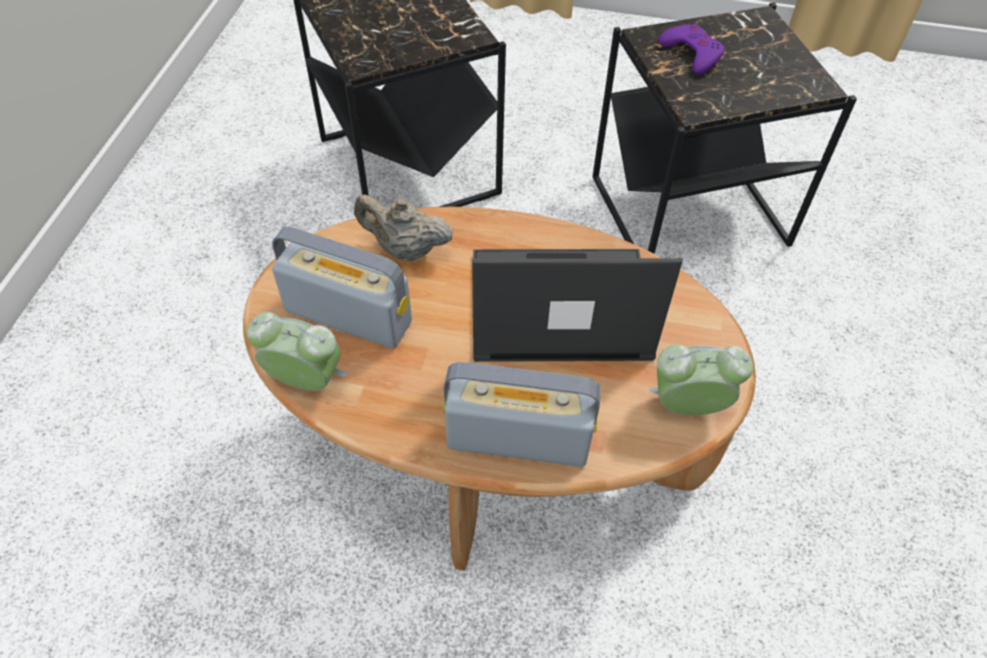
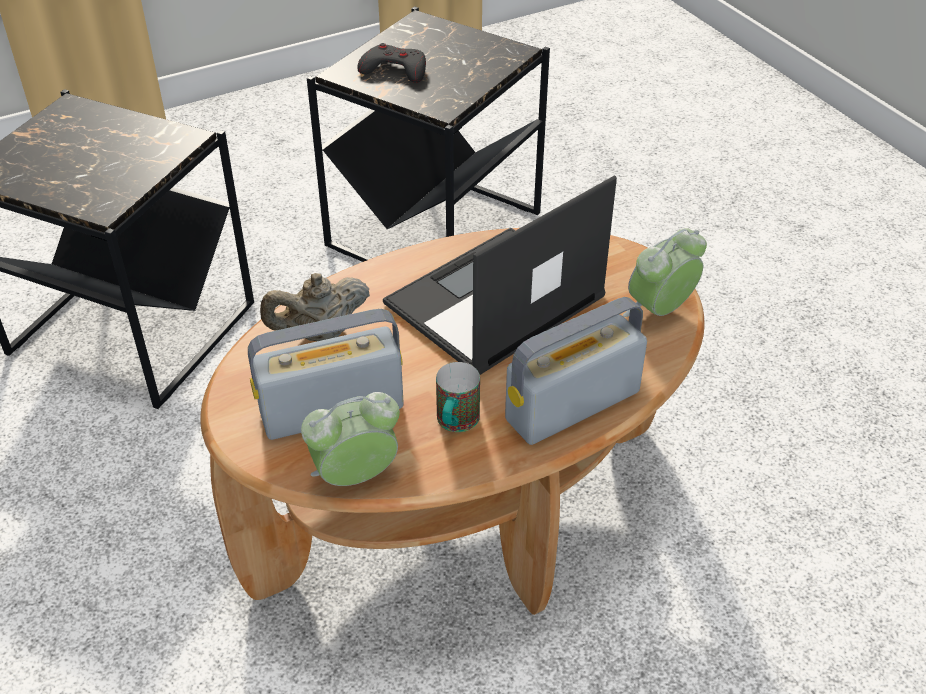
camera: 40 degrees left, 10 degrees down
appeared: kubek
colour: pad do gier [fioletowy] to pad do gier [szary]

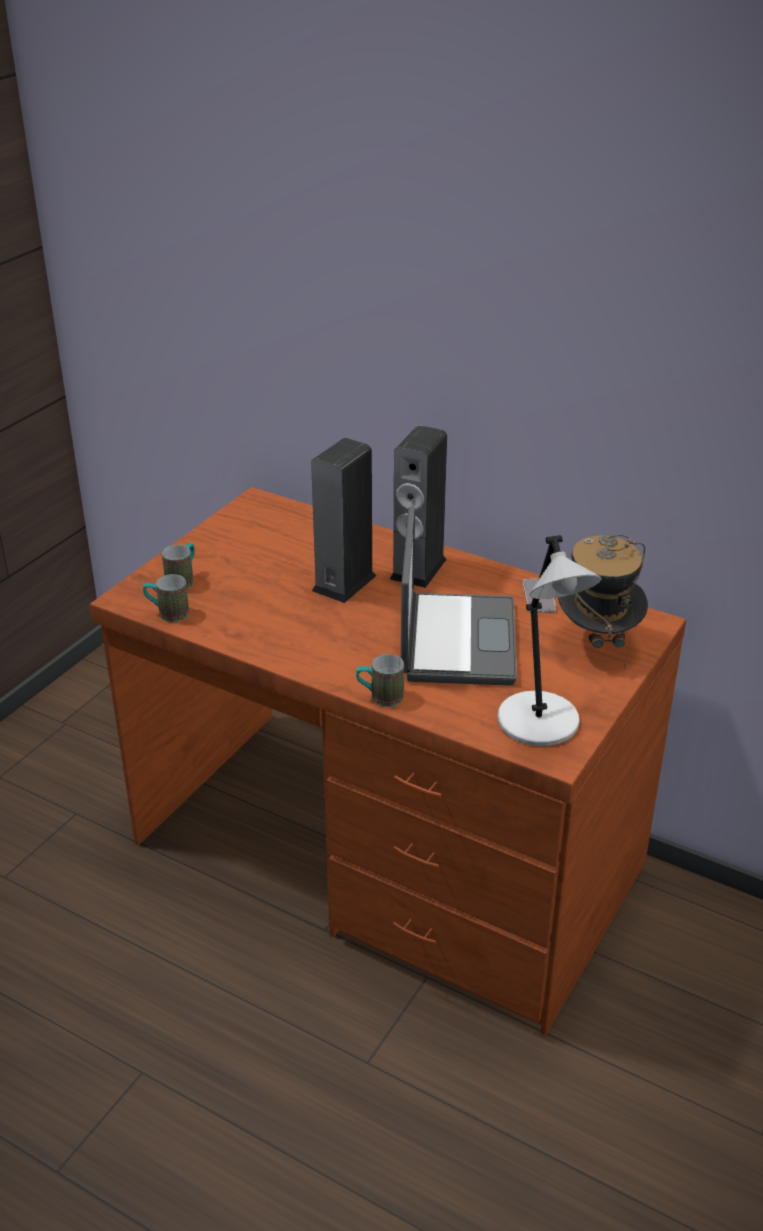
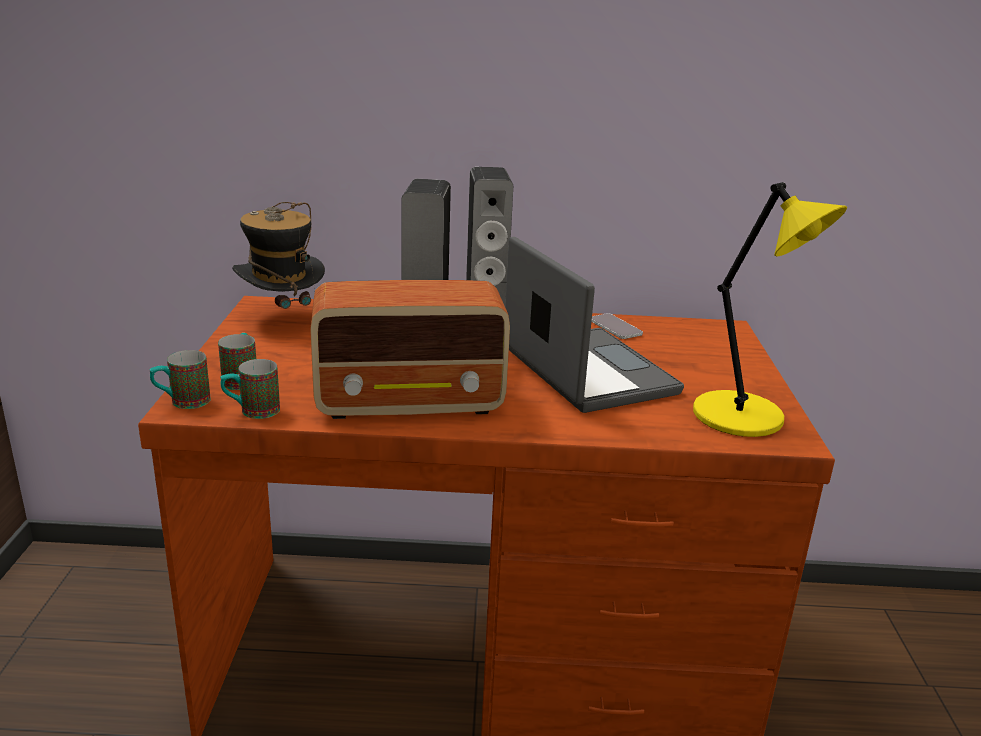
camera: 30 degrees left, 10 degrees down
appeared: radio
relocated: kubek (no. 3 from left in the first image) to kubek (no. 1 from left); kapelusz
colour: lampa stołowa [szary] to lampa stołowa [żółty]

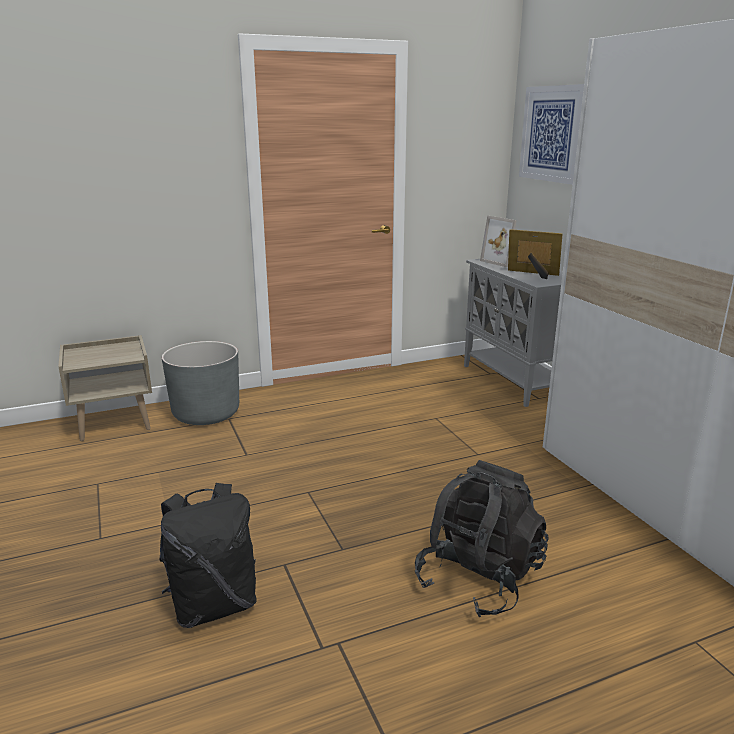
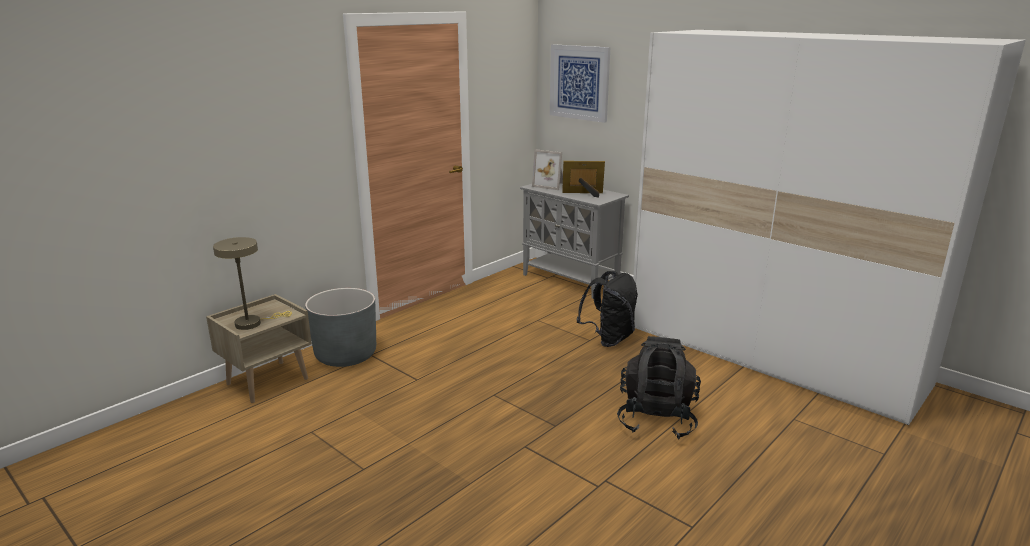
camera: 25 degrees left, 0 degrees up
appeared: lampa stołowa [beżowy]
relocated: plecak [czarny] (no. 1 from left)

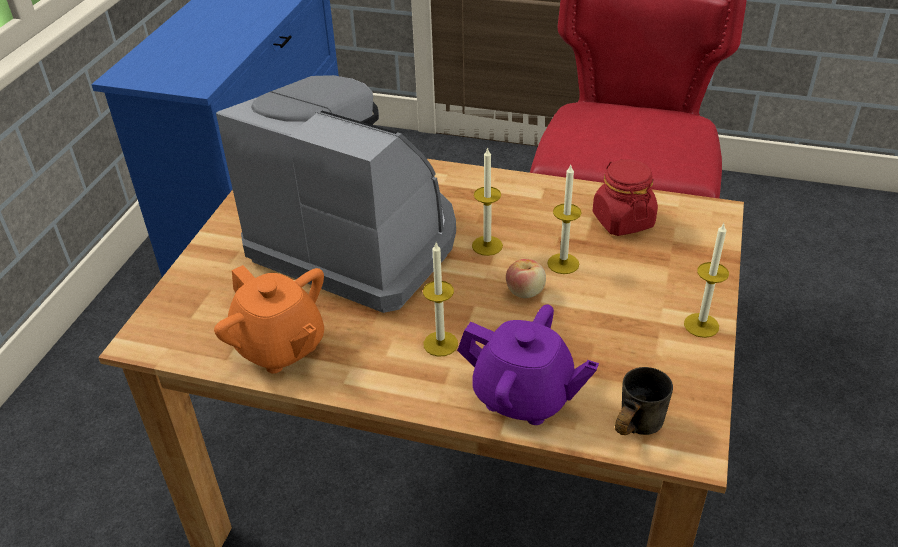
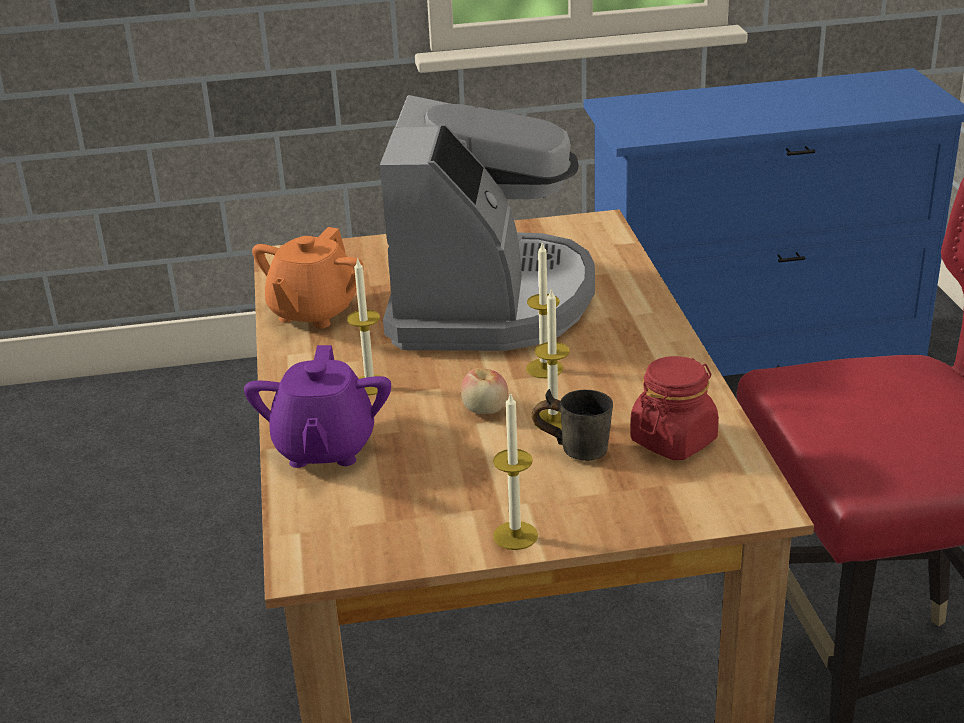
camera: 65 degrees right, 10 degrees down
relocated: kubek [szary]

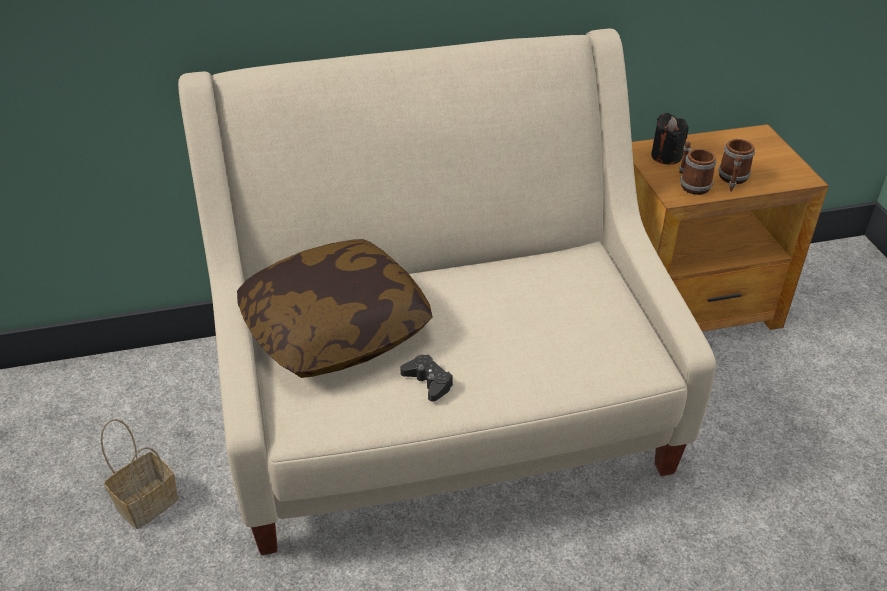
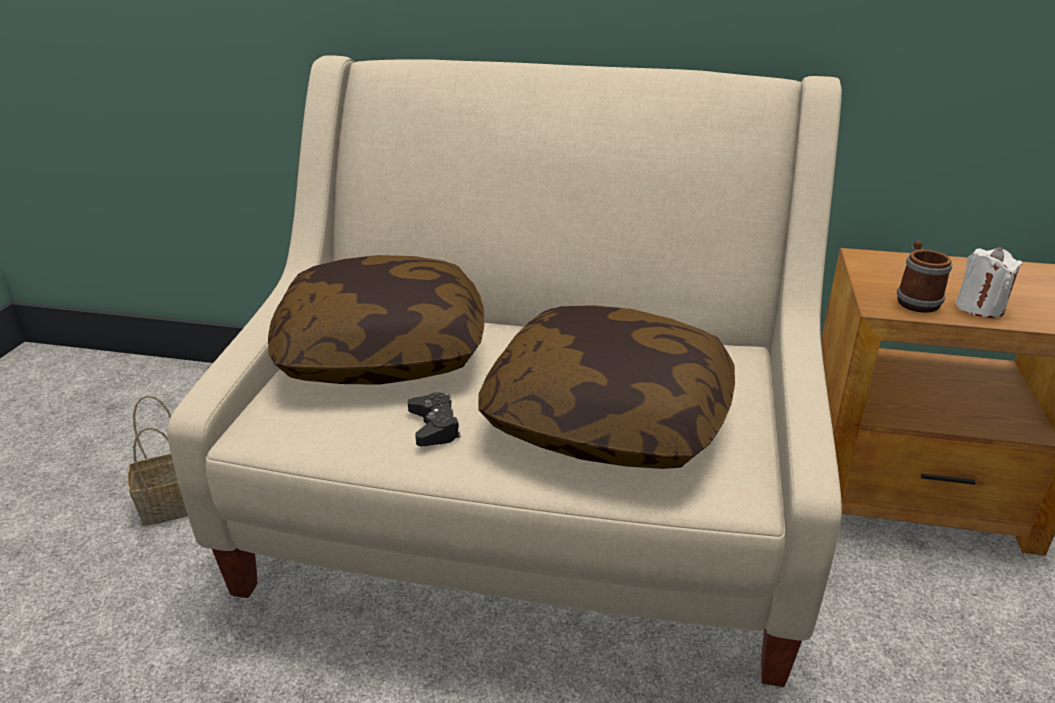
camera: 25 degrees right, 10 degrees down
missing: świeca [czarny]
appeared: poduszka (no. 2 from left)
exchanged: kubek (no. 2 from left) to świeca [biały]

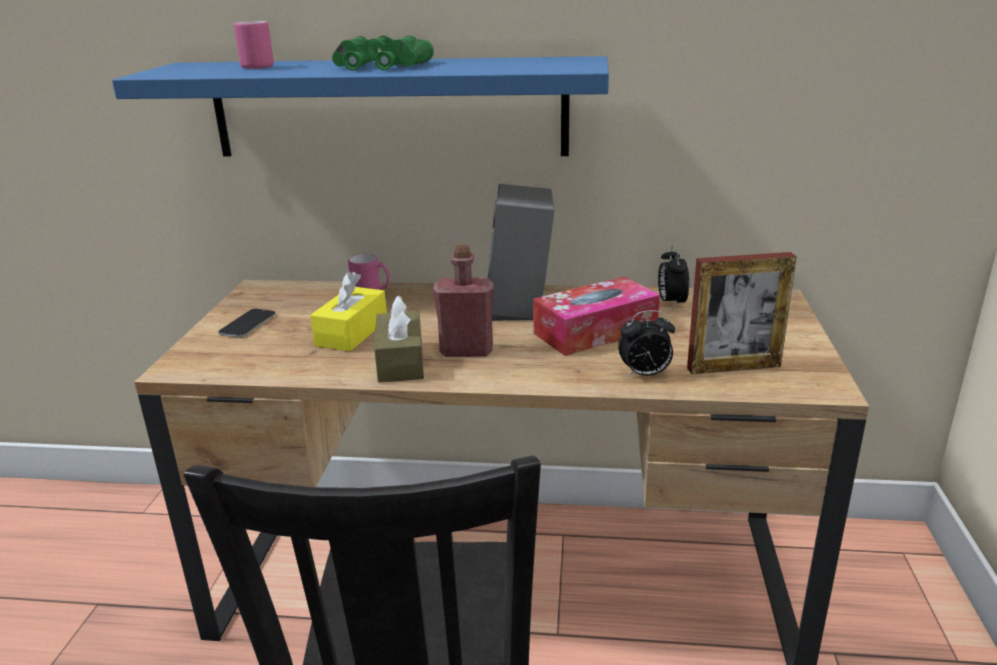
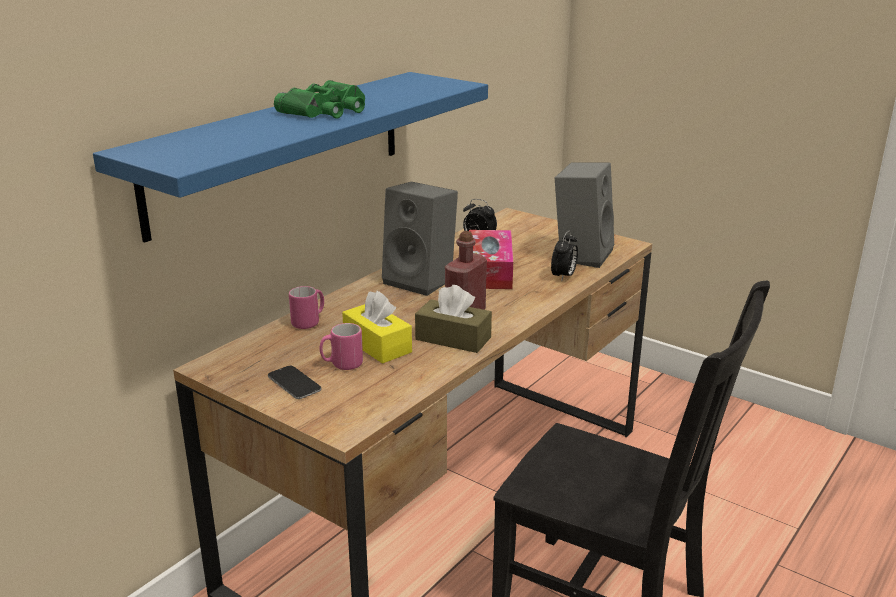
camera: 60 degrees left, 0 degrees up
relocated: kubek [różowy] (no. 1 from left in the first image) to kubek [różowy] (no. 2 from left)
exchanged: ramka na zdjęcie to głośnik [szary] (no. 2 from left)

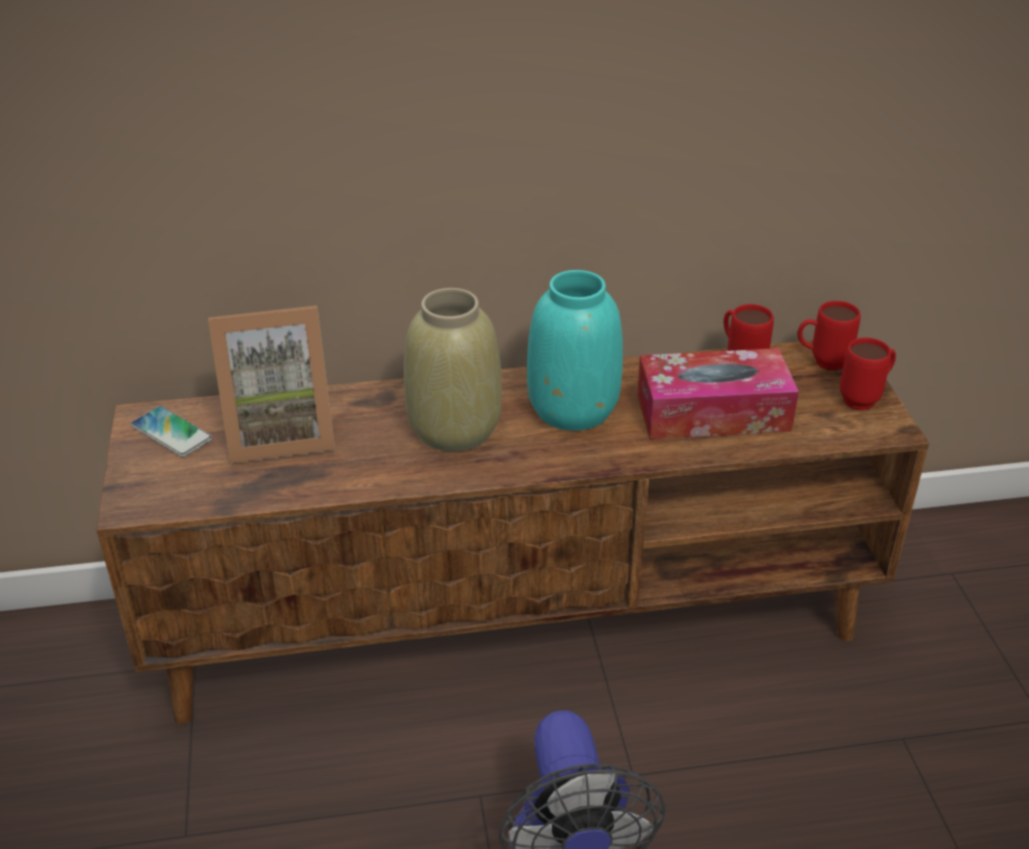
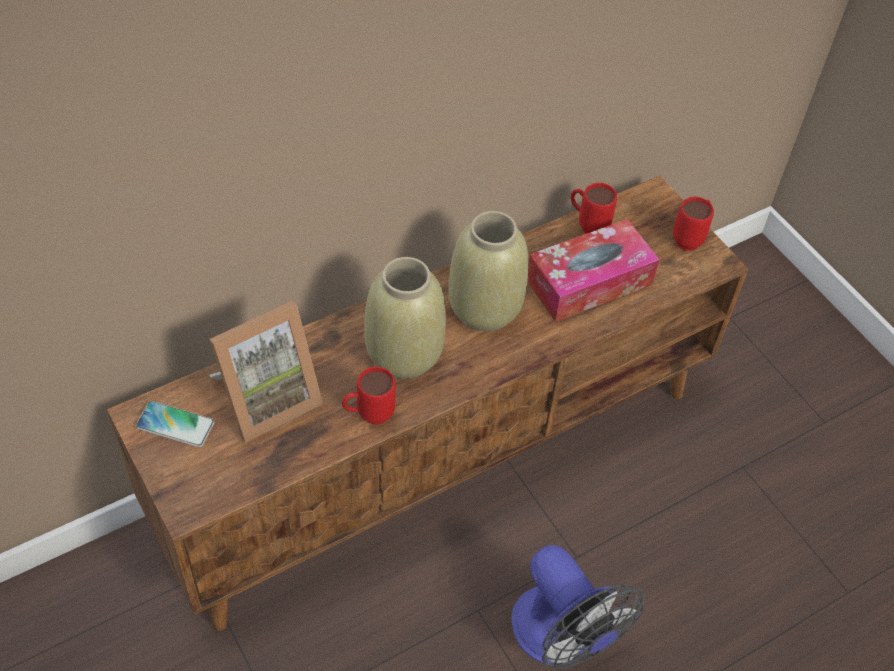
camera: 25 degrees left, 15 degrees up
relocated: kubek [czerwony] (no. 2 from left in the first image) to kubek [czerwony] (no. 1 from left)
colour: wazon [turkusowy] to wazon [beżowy] (no. 2 from left)

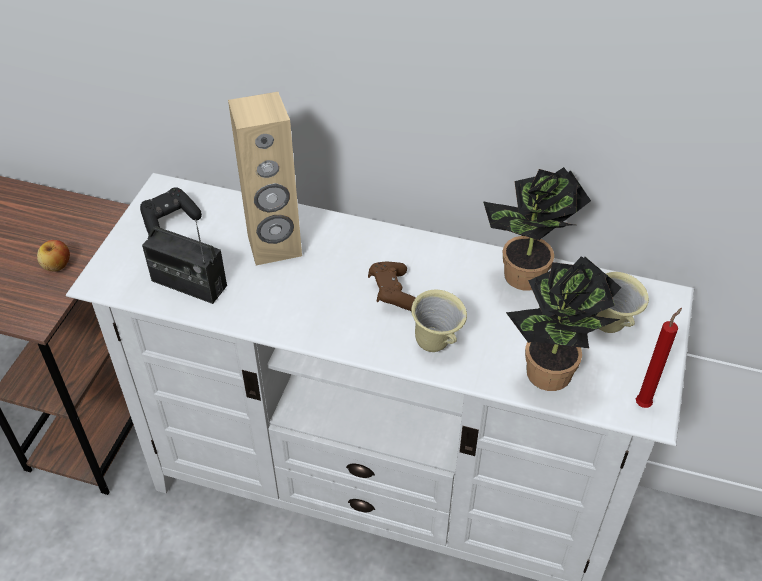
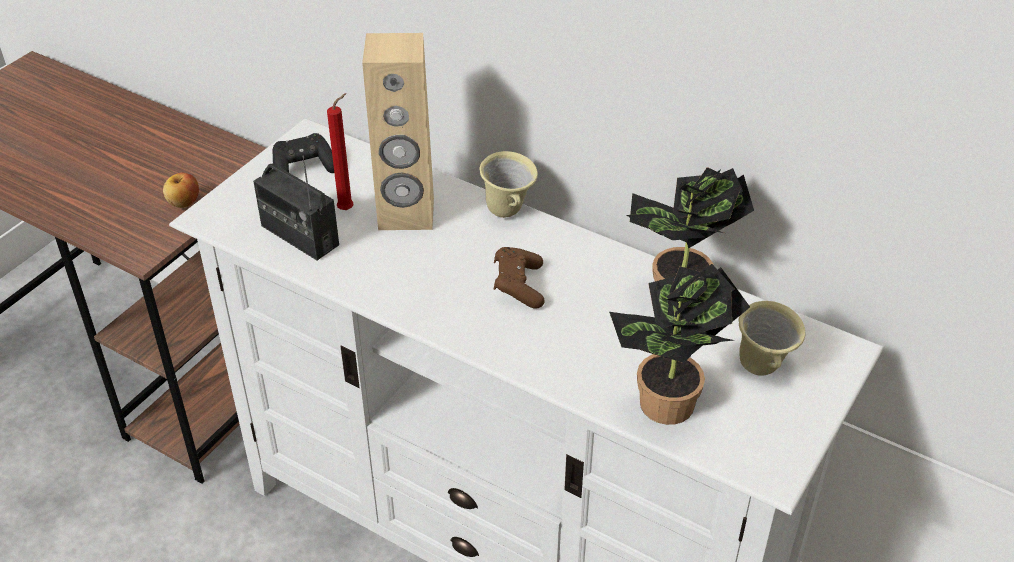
camera: 15 degrees right, 5 degrees down
relocated: kubek [beżowy] (no. 1 from left); świeca [czerwony]

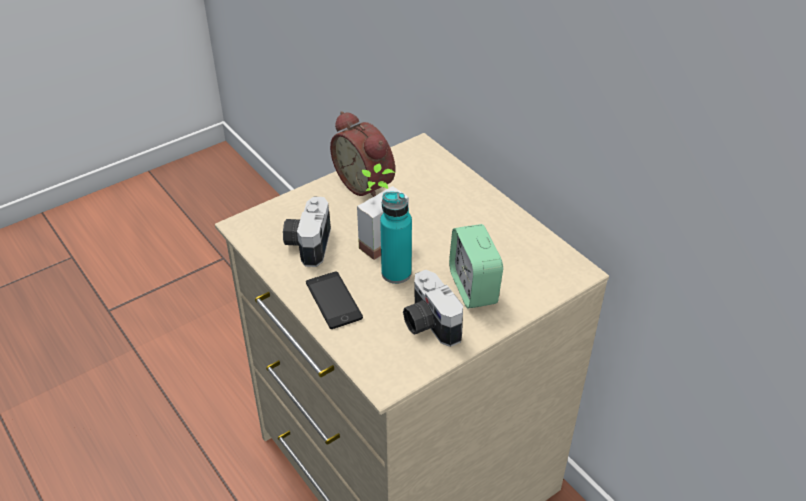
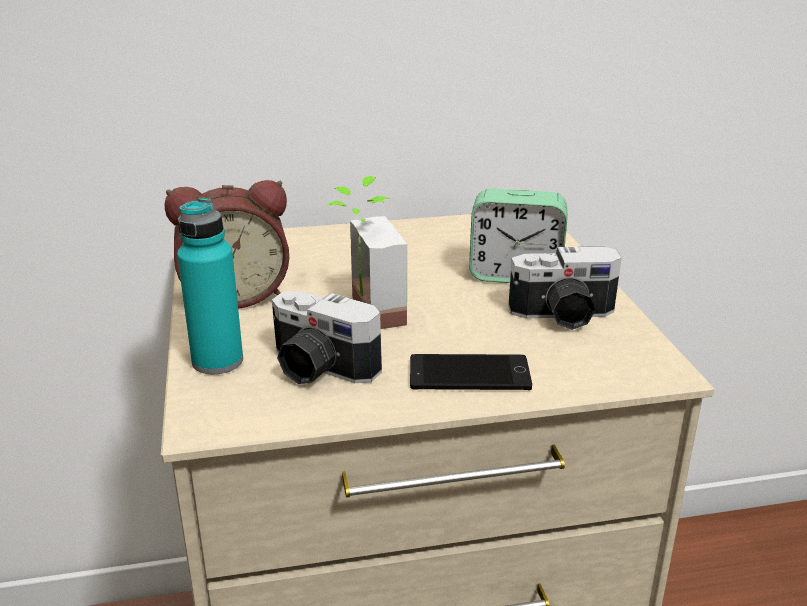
camera: 65 degrees left, 15 degrees down
relocated: butelka [turkusowy]

